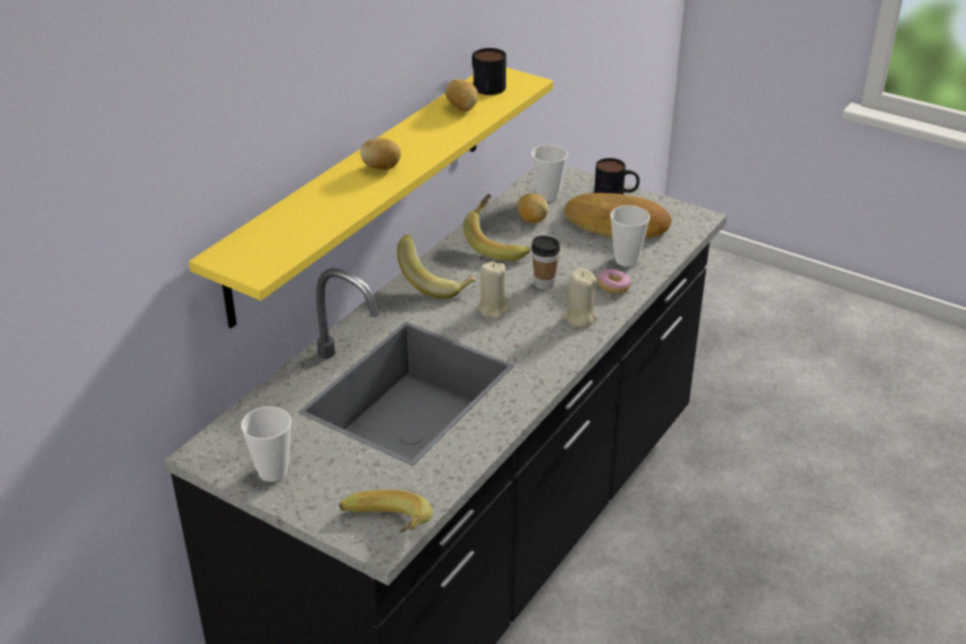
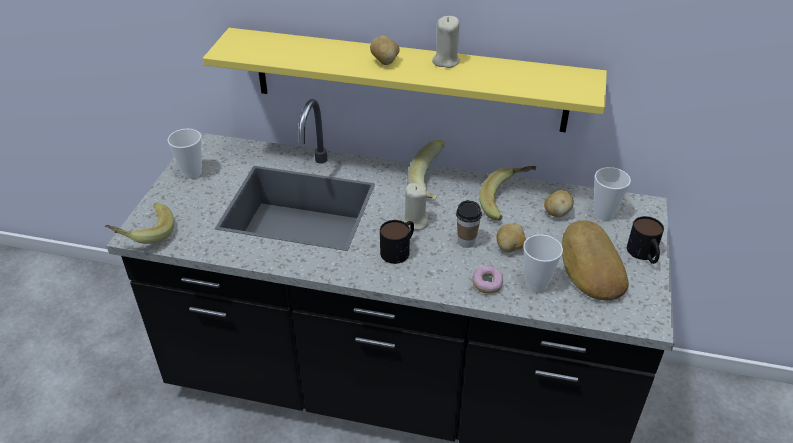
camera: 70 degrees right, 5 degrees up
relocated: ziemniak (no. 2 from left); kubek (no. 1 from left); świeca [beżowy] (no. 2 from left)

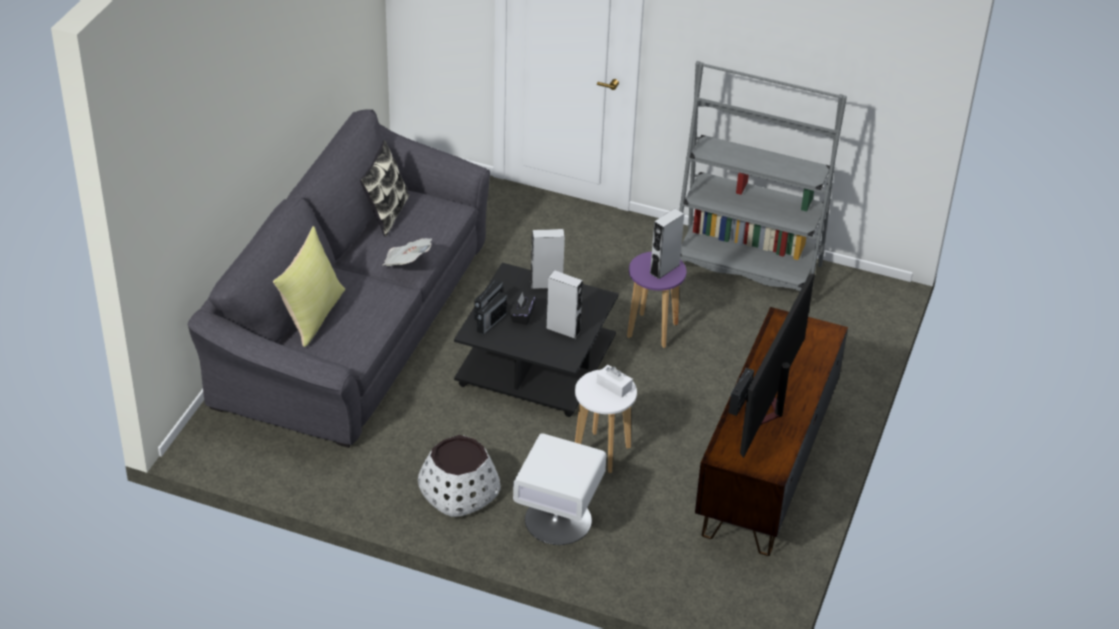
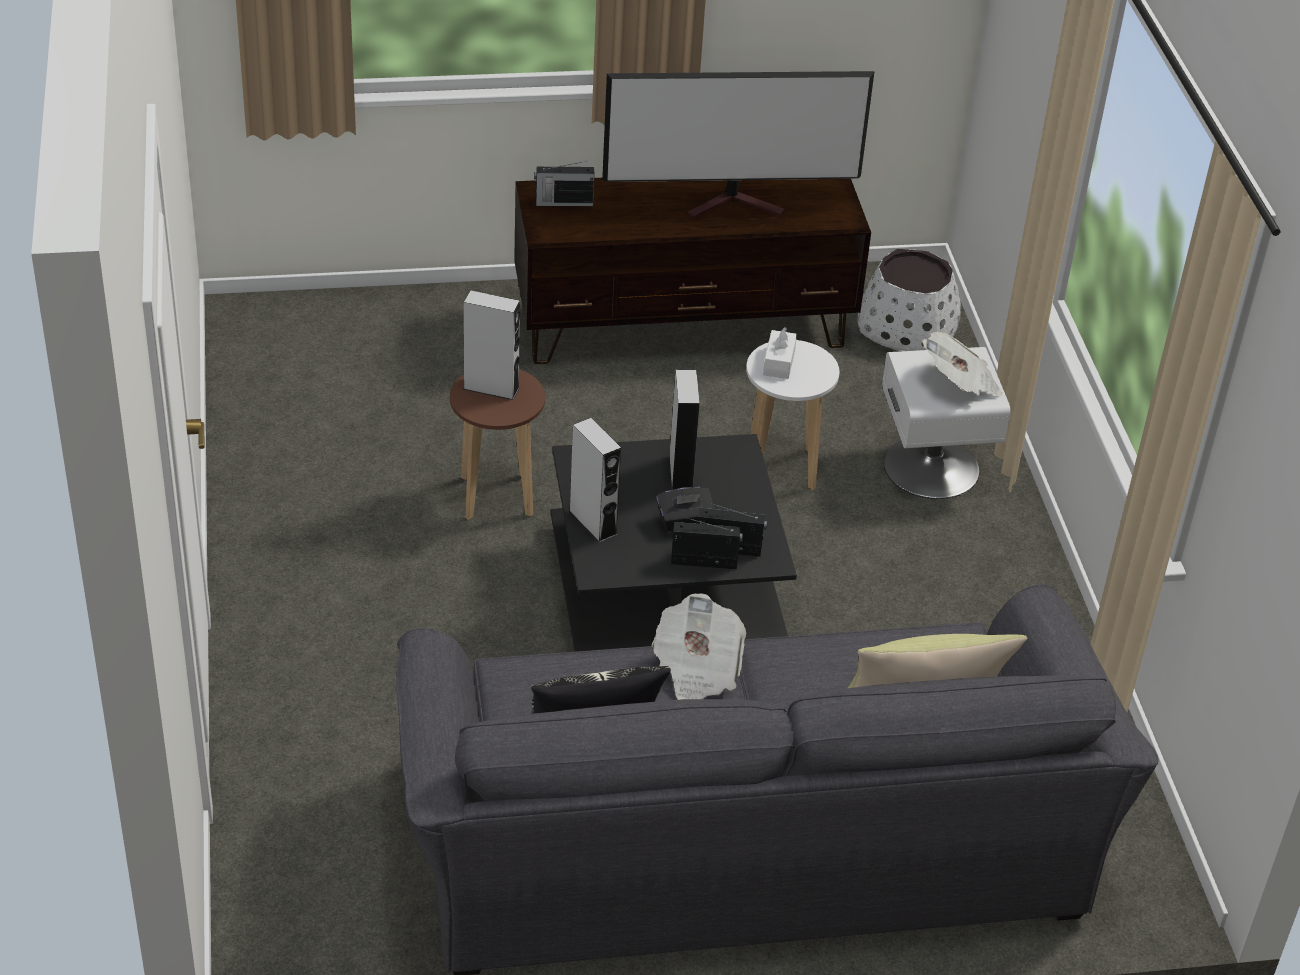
camera: 120 degrees left, 0 degrees up
missing: regał [szary]
appeared: gazeta (no. 2 from left)
relocated: donica [biały]; radio (no. 3 from left in the first image) to radio (no. 1 from left)
colour: stołek [fioletowy] to stołek [brązowy]

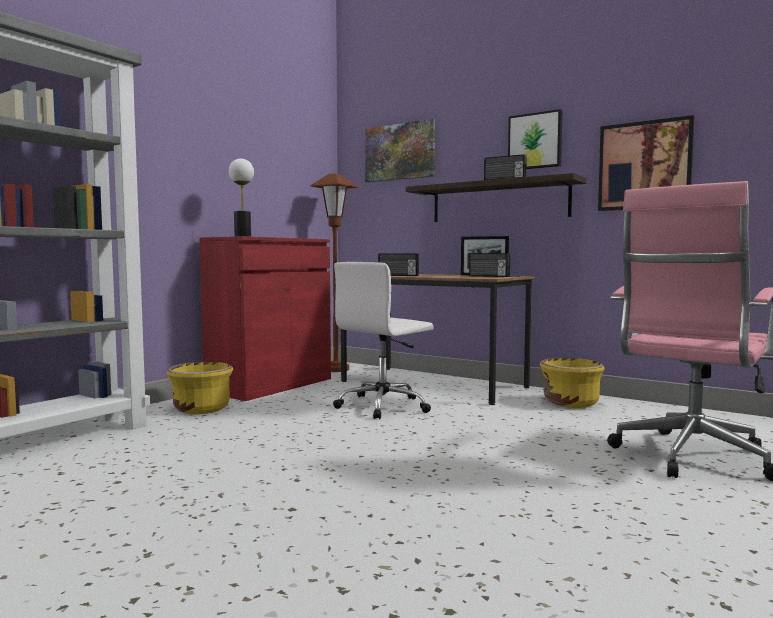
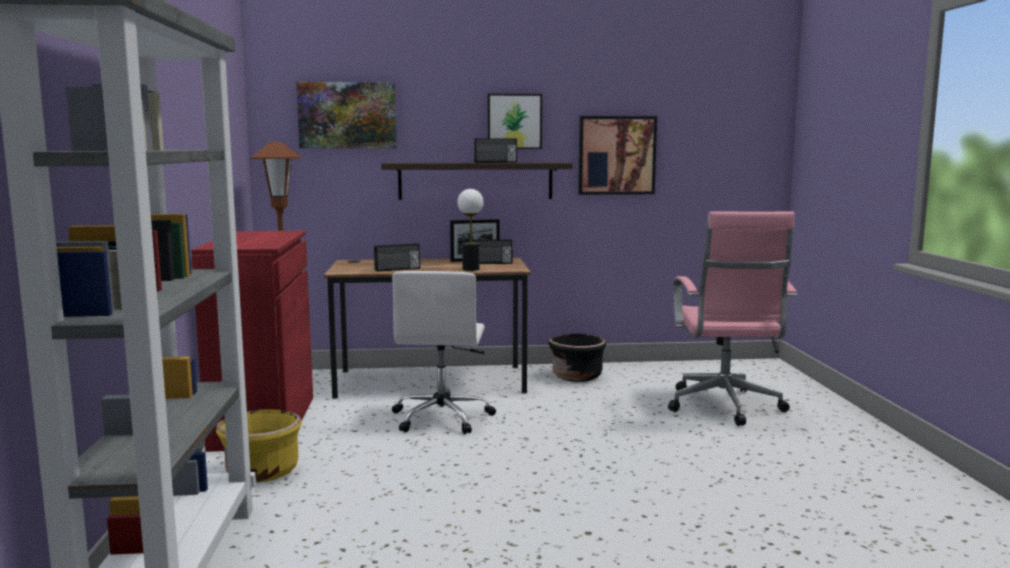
camera: 40 degrees left, 5 degrees up
relocated: lampa stołowa
colour: donica [żółty] (no. 2 from left) to donica [czarny]

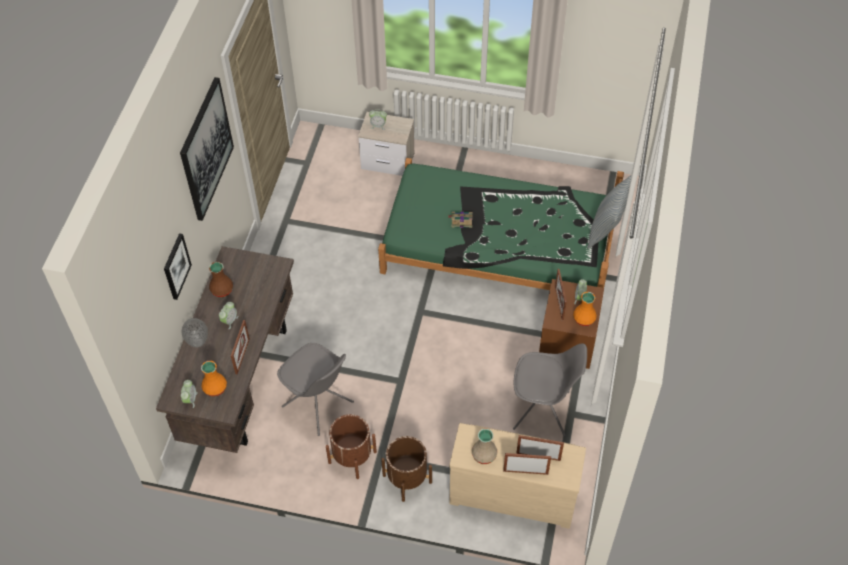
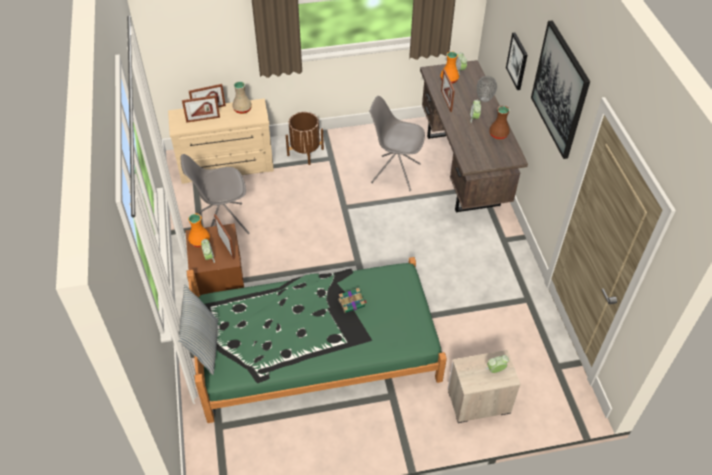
camera: 155 degrees right, 5 degrees down
missing: donica [brązowy] (no. 1 from left)

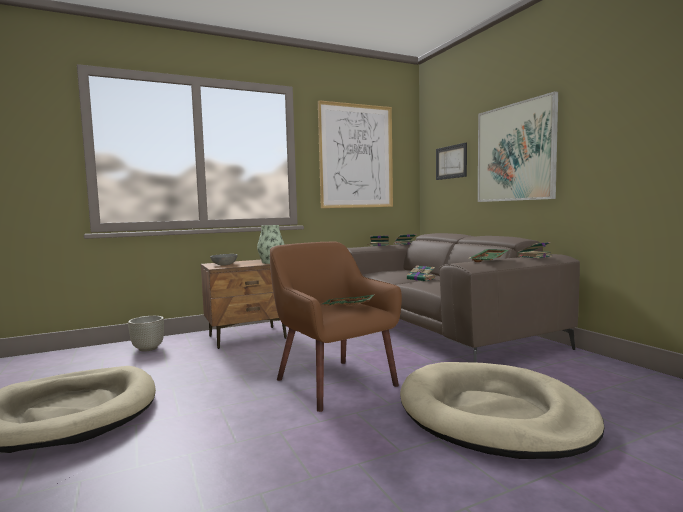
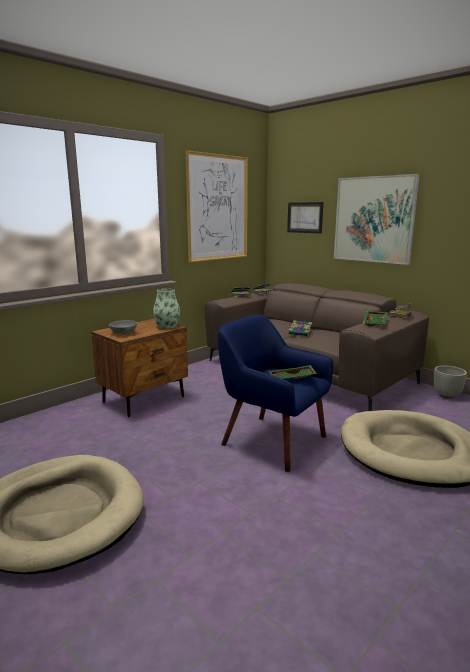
camera: 20 degrees left, 10 degrees up
relocated: donica [szary]
colour: fotel [brązowy] to fotel [niebieski]

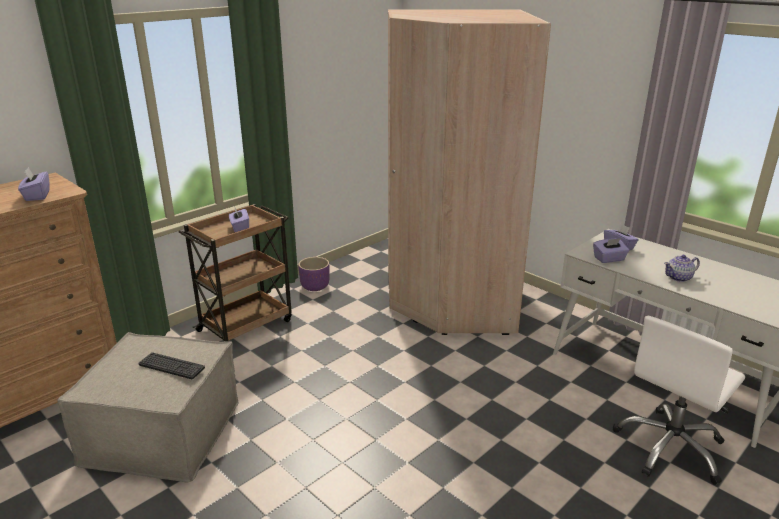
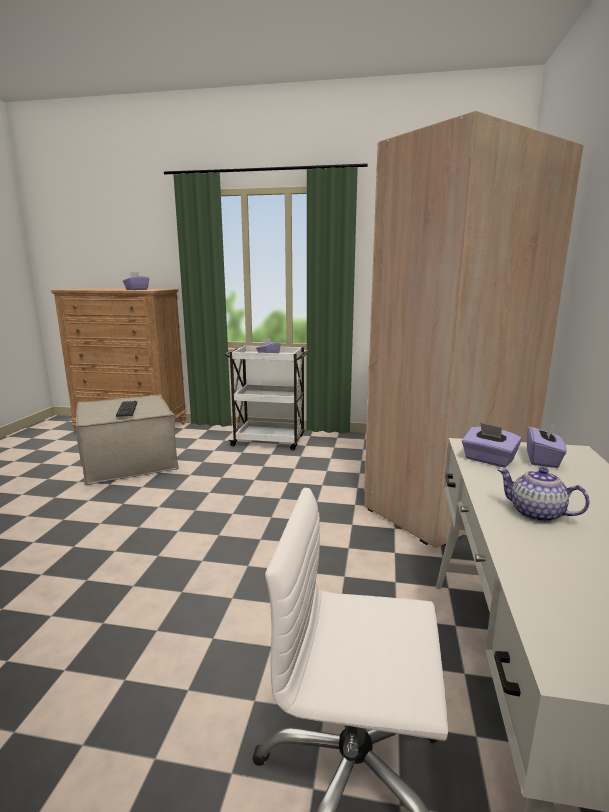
camera: 55 degrees right, 10 degrees down
missing: donica [fioletowy]
colour: wózek [brązowy] to wózek [biały]

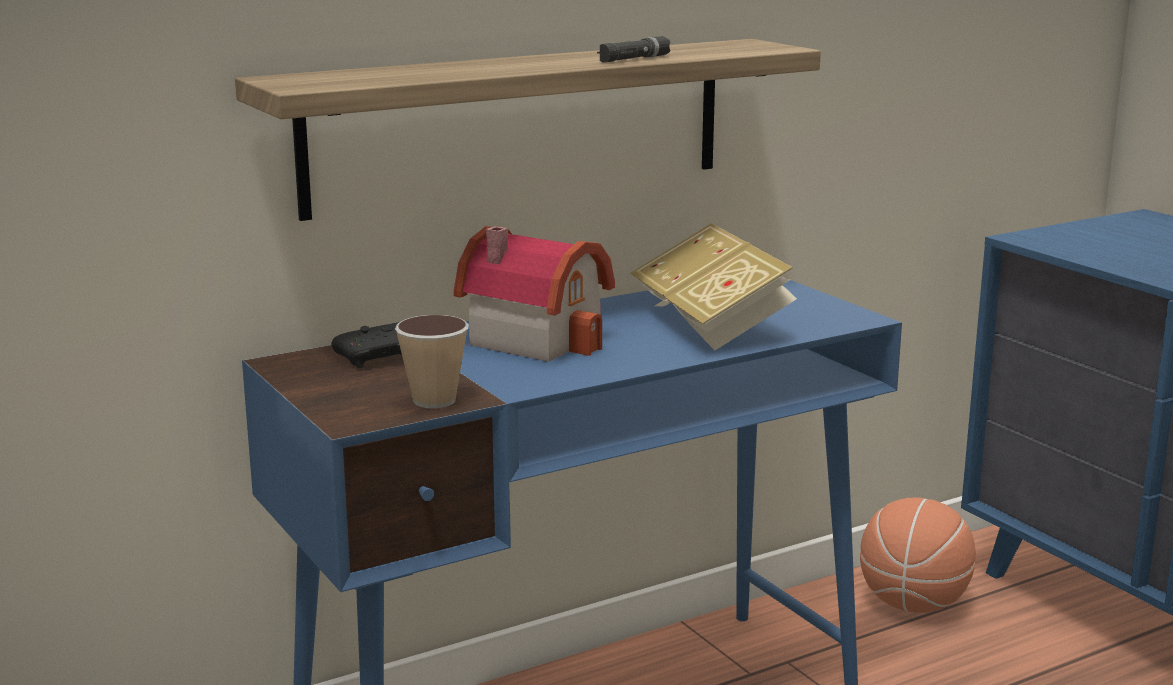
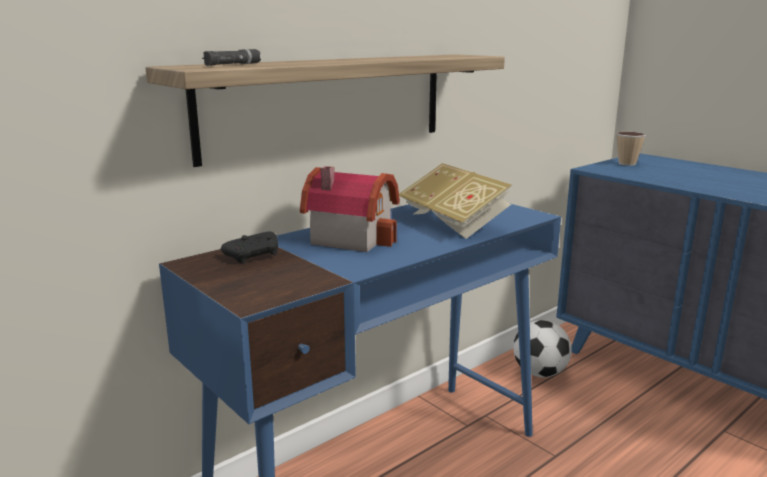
camera: 10 degrees left, 0 degrees up
relocated: filiżanka; latarka [czarny]
exchanged: piłka do koszykówki to piłka futbolowa

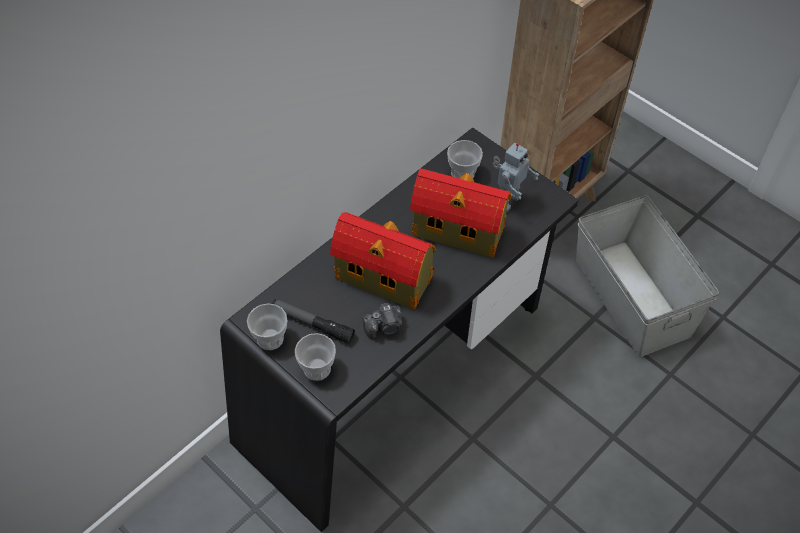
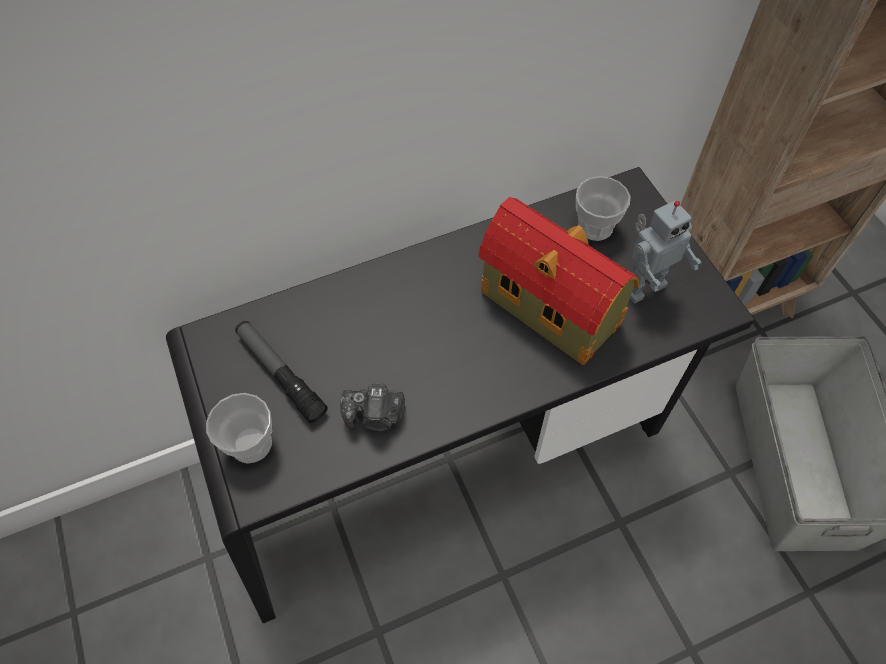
camera: 25 degrees right, 5 degrees up
missing: filiżanka (no. 1 from left); domek (no. 1 from left)

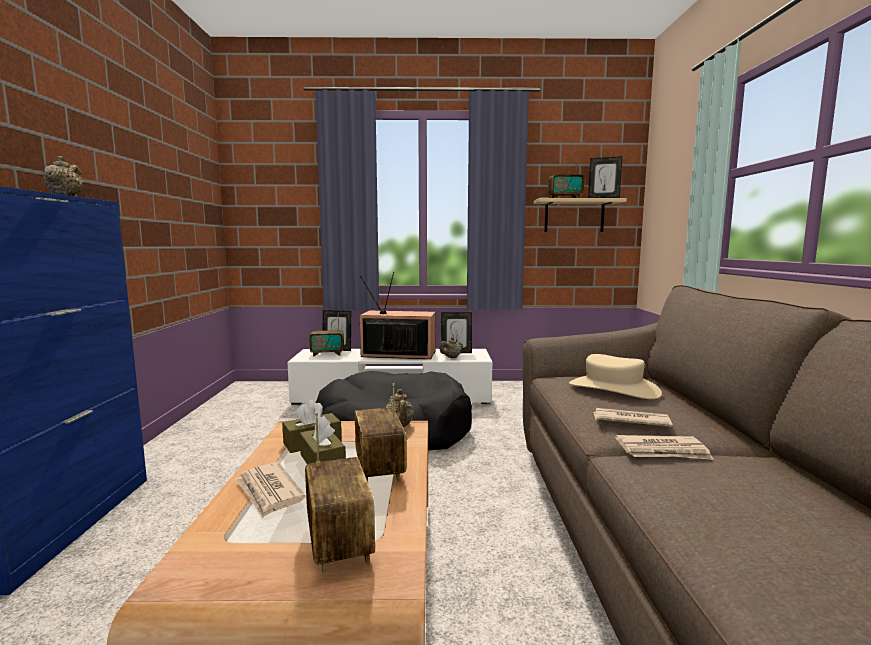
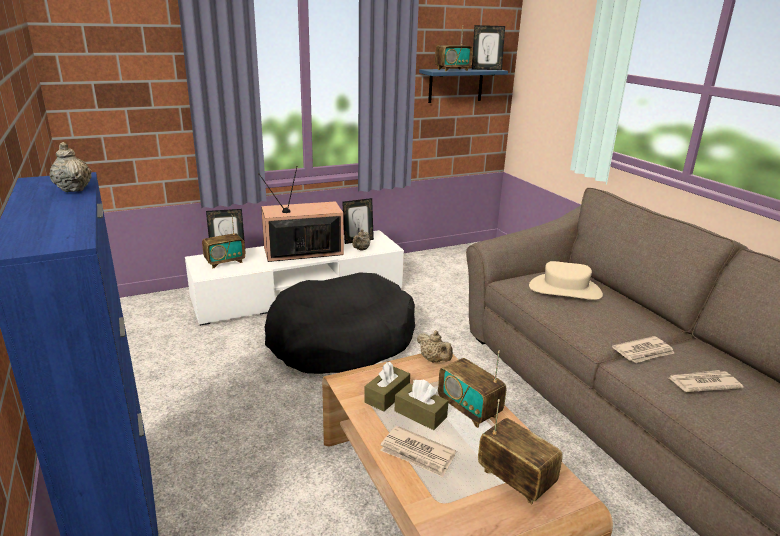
camera: 25 degrees left, 15 degrees up
relocated: gazeta (no. 2 from left in the first image) to gazeta (no. 3 from left)
colour: półka [beżowy] to półka [niebieski]

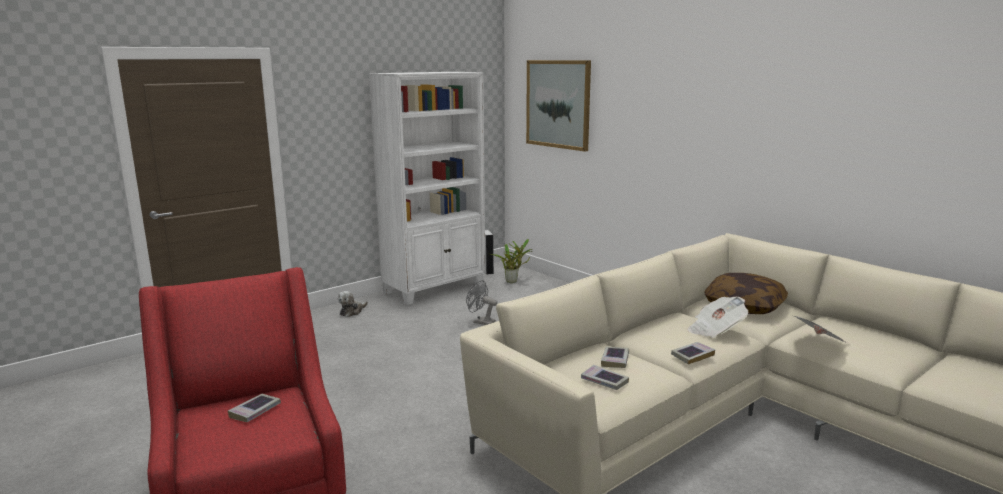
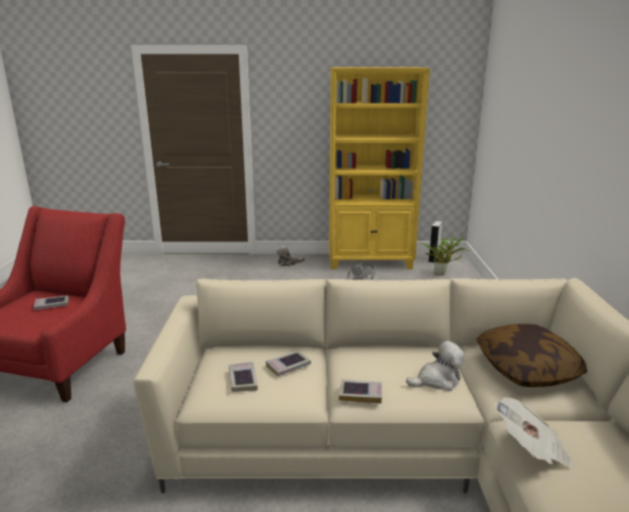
camera: 40 degrees right, 5 degrees up
missing: obraz
exchanged: gazeta (no. 1 from left) to pluszak (no. 2 from left)
colour: regał [biały] to regał [żółty]

